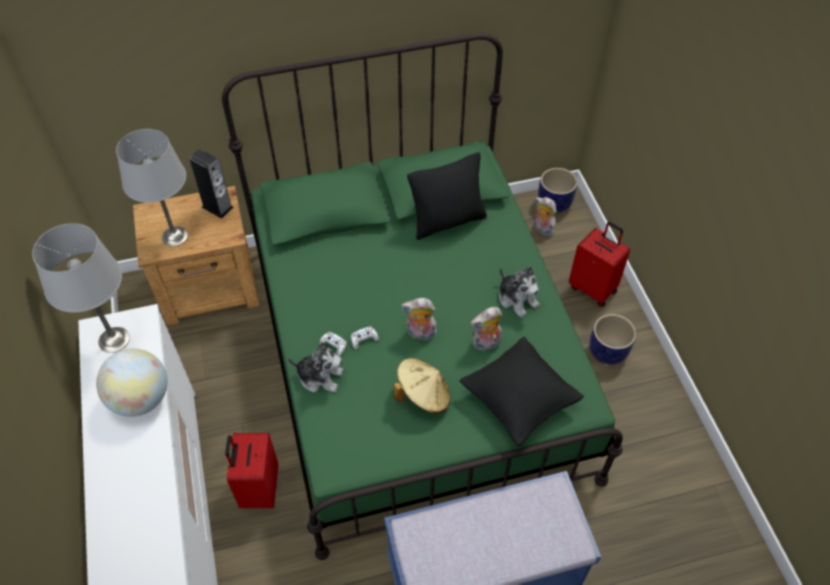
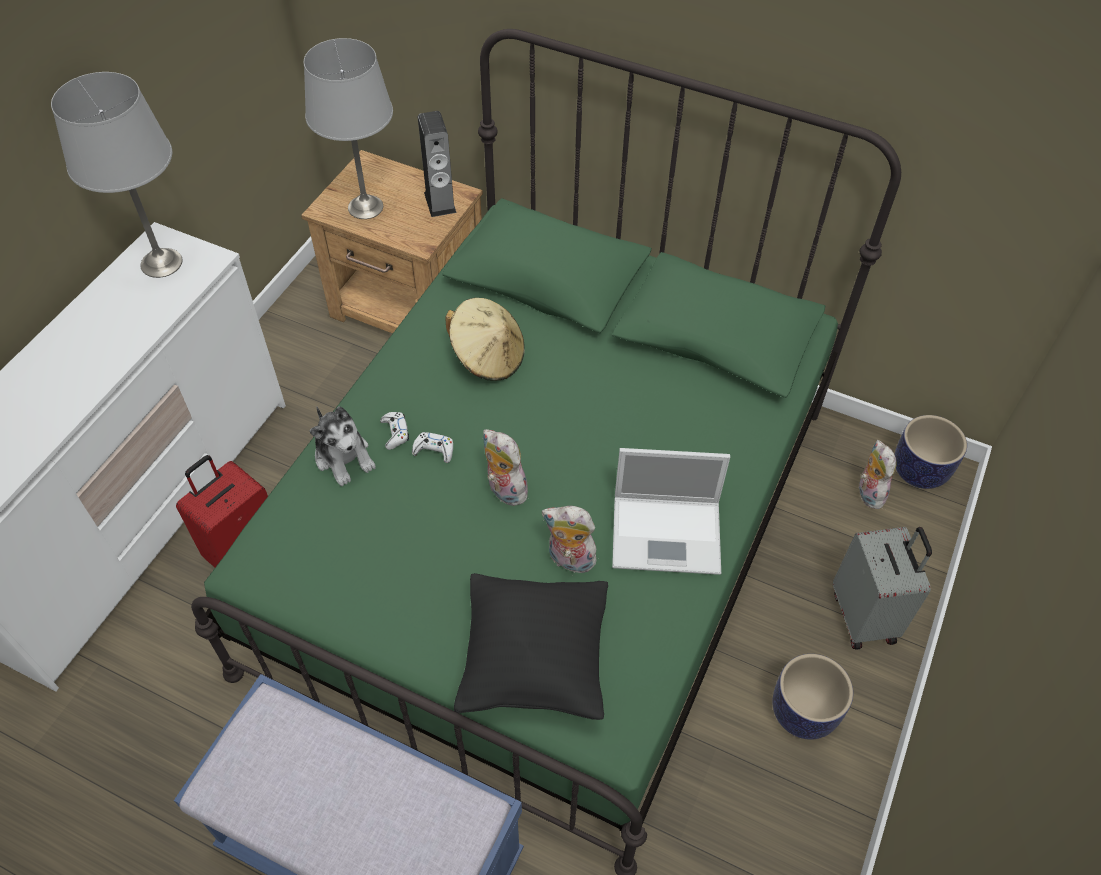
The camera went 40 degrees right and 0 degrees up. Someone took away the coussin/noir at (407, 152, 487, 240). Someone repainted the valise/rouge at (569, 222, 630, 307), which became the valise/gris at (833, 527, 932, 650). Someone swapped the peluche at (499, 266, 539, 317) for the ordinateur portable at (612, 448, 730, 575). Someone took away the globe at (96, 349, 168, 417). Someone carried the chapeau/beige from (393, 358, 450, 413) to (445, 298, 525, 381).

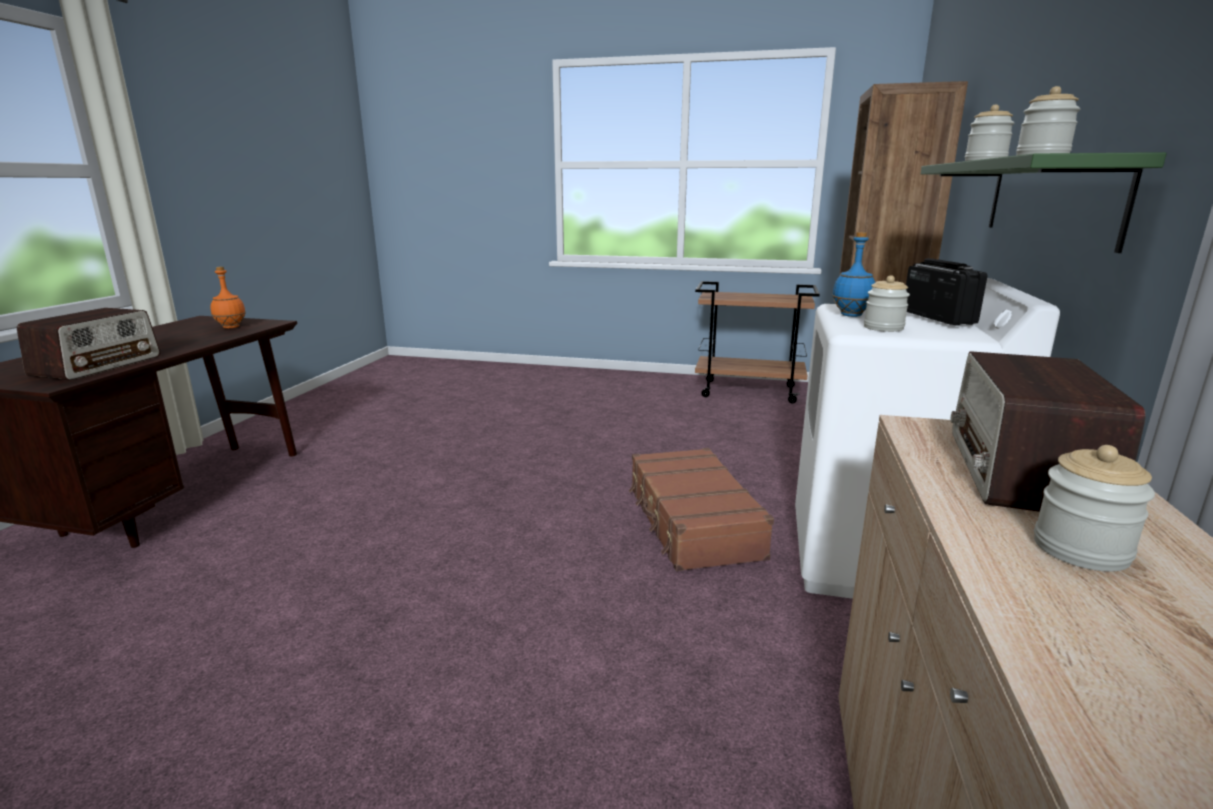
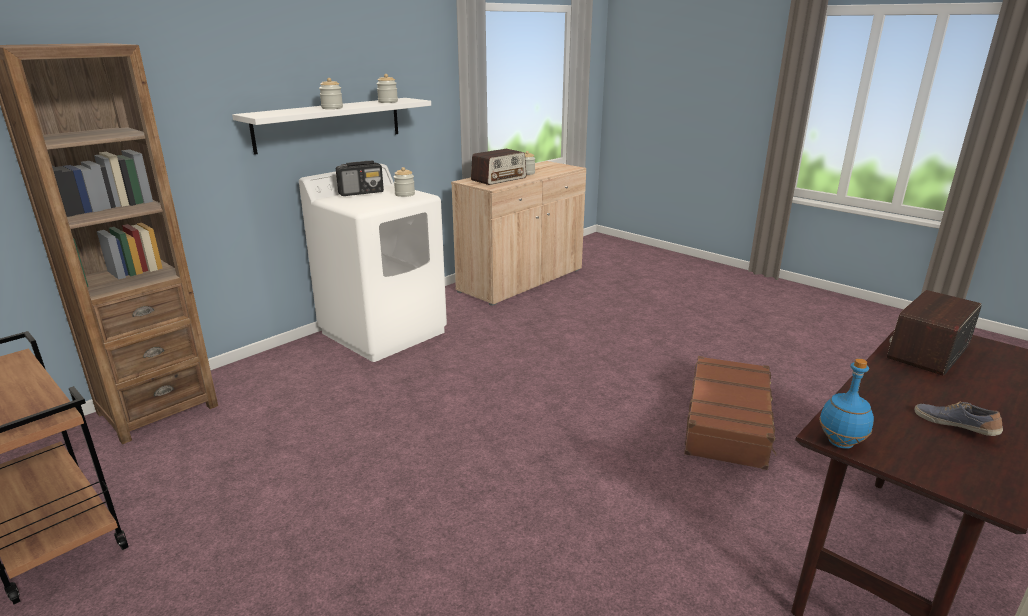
The camera went 150 degrees left and 5 degrees up. Someone repainted the étagère/vert at (921, 152, 1166, 253), which became the étagère/blanc at (232, 98, 431, 155). Someone carried the bouteille/bleu from (832, 232, 875, 317) to (819, 358, 874, 449). Someone rotated the radio at (906, 258, 988, 326) by 135 degrees counterclockwise. Someone took away the bouteille/orange at (210, 267, 246, 328). Someone carried the valise/marron from (628, 448, 774, 571) to (684, 356, 776, 470). Someone put down the chaussure at (914, 401, 1003, 436).

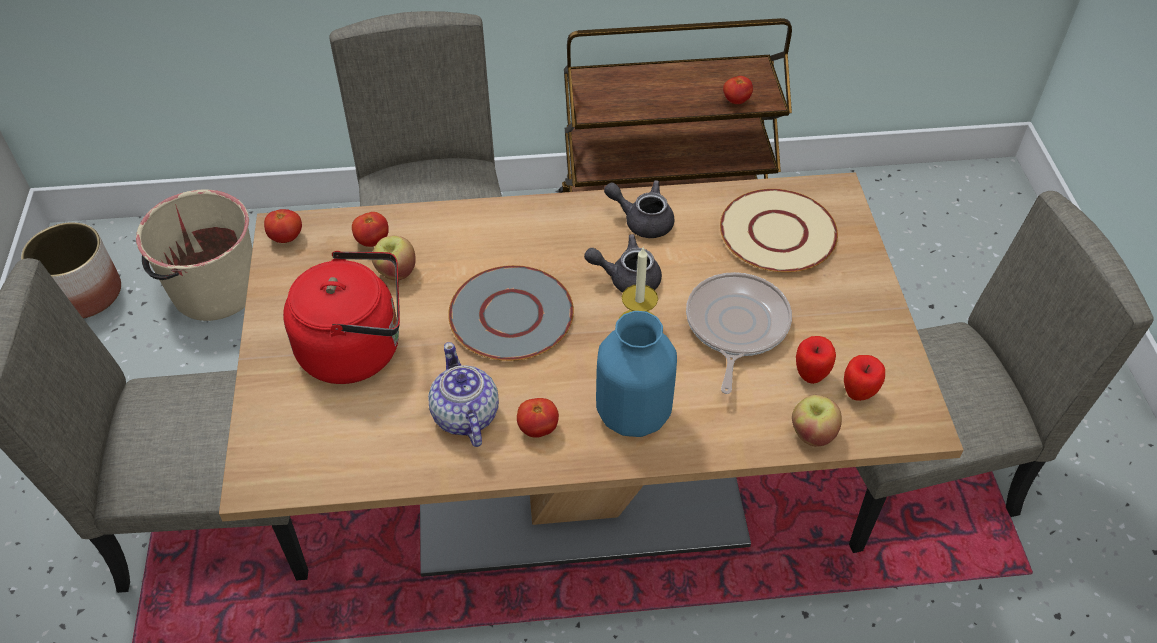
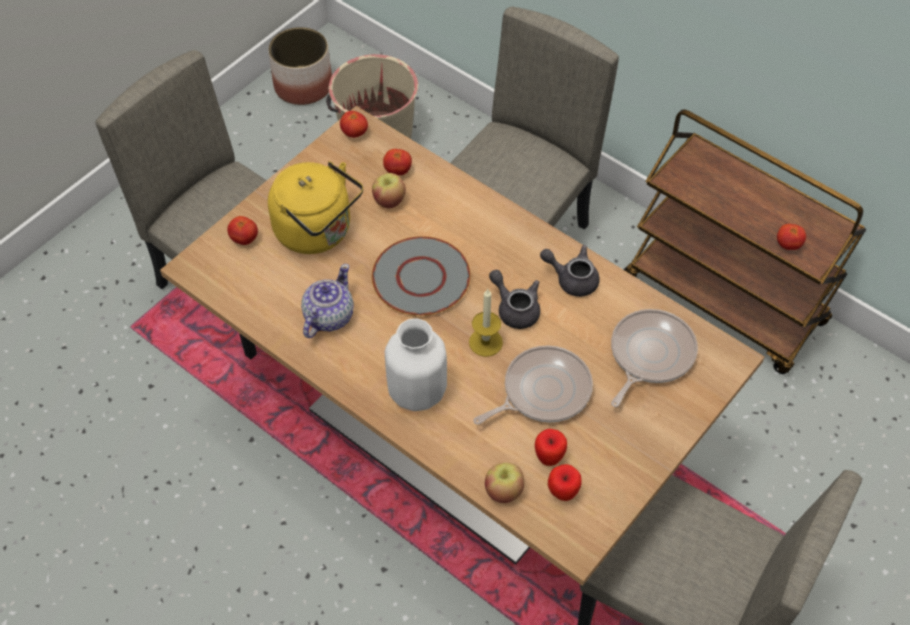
The camera went 45 degrees right and 5 degrees up. Someone rotated the théière/gris at (604, 180, 674, 238) by 45 degrees counterclockwise. Someone swapped the assiette/beige at (720, 189, 838, 272) for the poêle at (611, 309, 698, 407). Someone repainted the bouilloire/rouge at (283, 251, 400, 384), which became the bouilloire/jaune at (268, 161, 363, 254). Someone repainted the vase/bleu at (596, 311, 677, 437), which became the vase/blanc at (385, 318, 447, 411). Someone carried the tomate from (517, 398, 559, 438) to (227, 216, 258, 245).

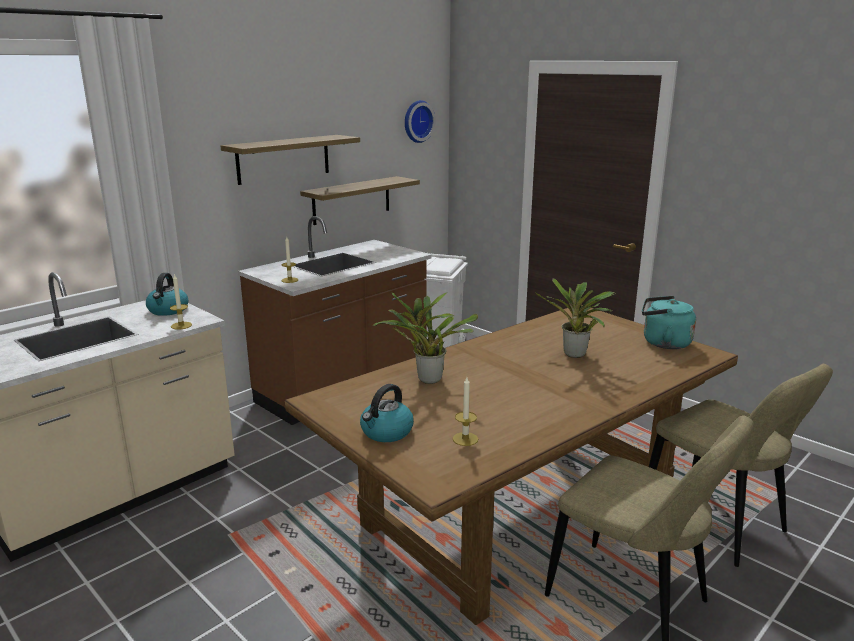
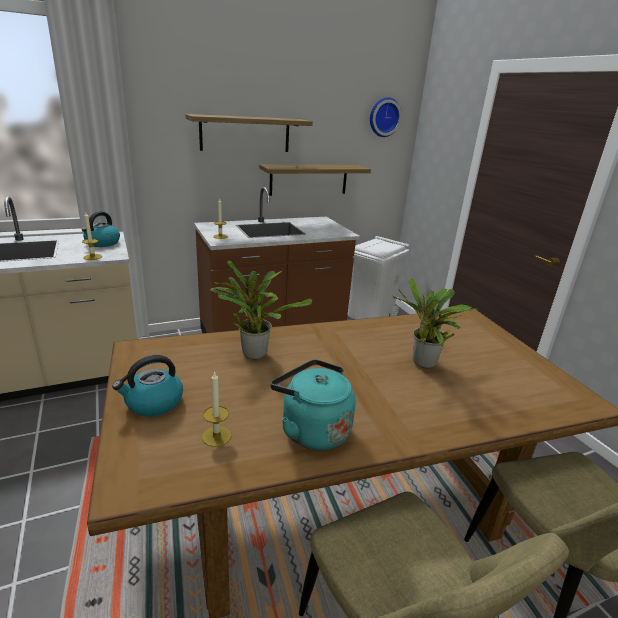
The camera went 20 degrees right and 5 degrees up. Someone carried the bouilloire/turquoise from (642, 296, 696, 349) to (270, 360, 356, 450).

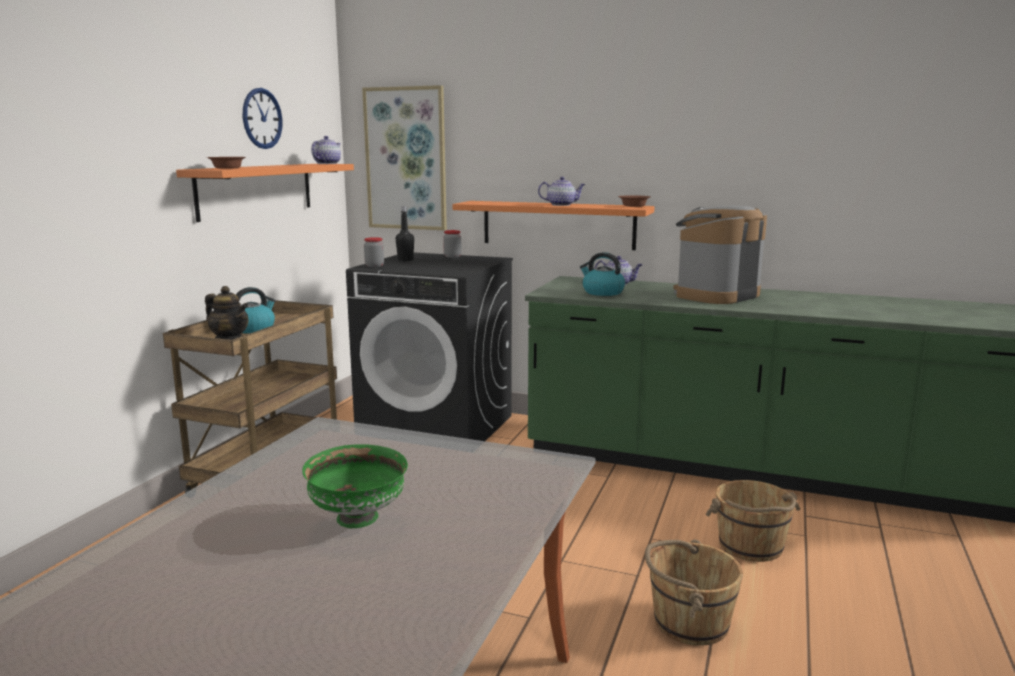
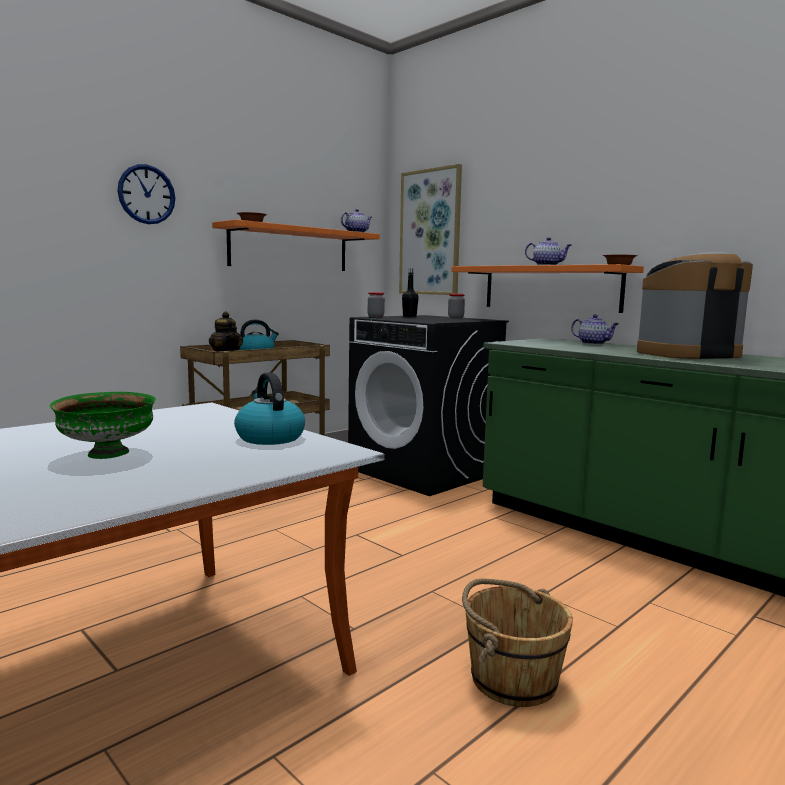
The camera went 25 degrees right and 5 degrees down. Someone carried the horloge murale from (243, 88, 283, 149) to (118, 164, 175, 224). Someone carried the bouilloire from (580, 252, 625, 296) to (234, 372, 305, 445). Someone took away the seau/marron at (705, 480, 800, 562).

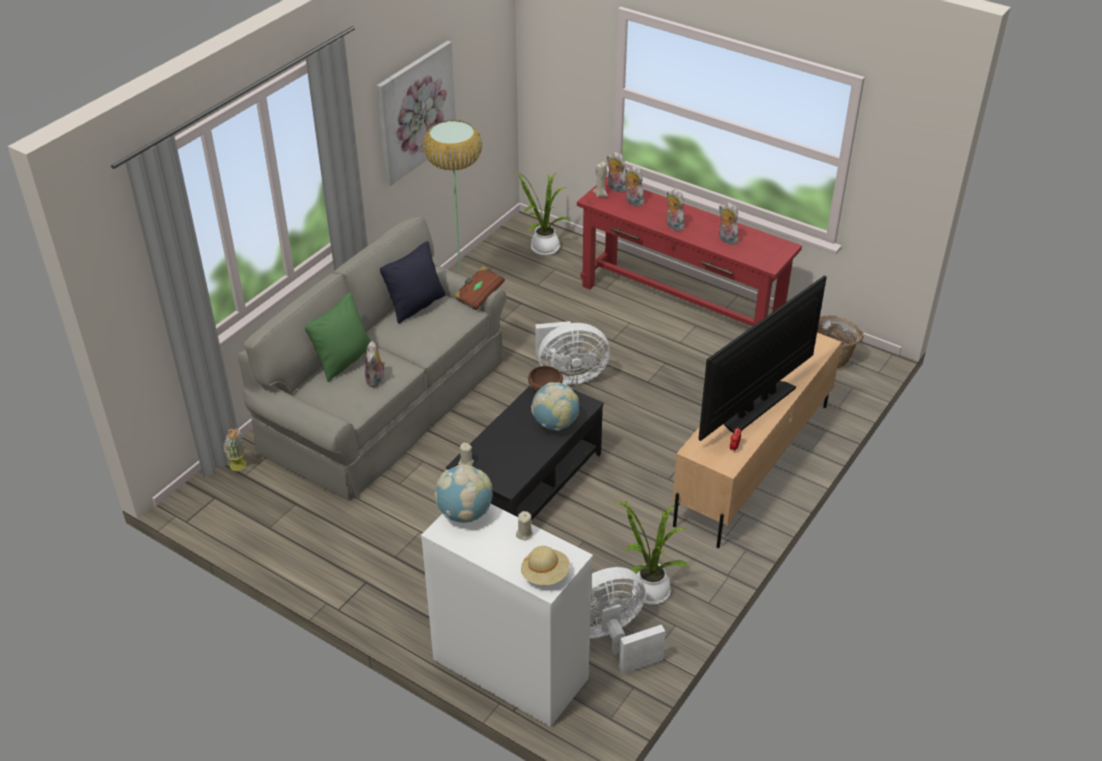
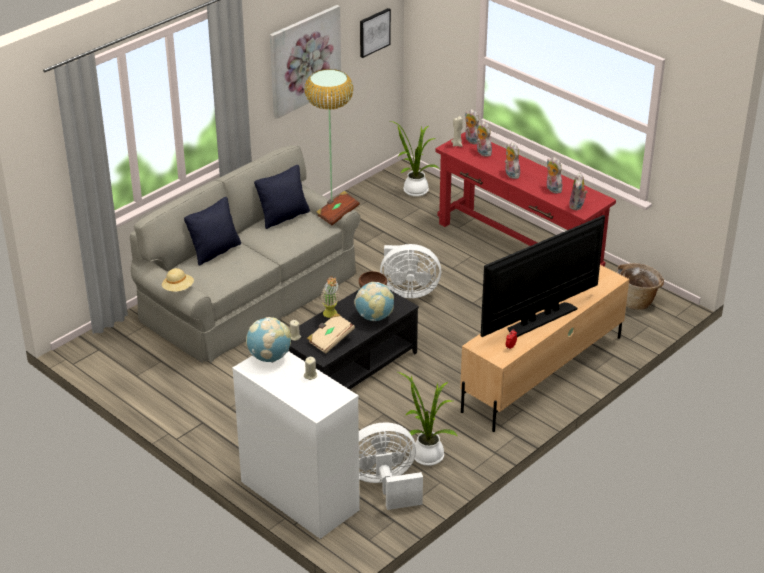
The camera went 10 degrees right and 5 degrees down. Someone repainted the coussin/vert at (305, 293, 371, 382), which became the coussin/noir at (184, 197, 241, 266). Someone carried the peluche from (365, 341, 385, 387) to (569, 172, 588, 210). Someone carried the plante en pot from (223, 427, 247, 471) to (321, 276, 339, 318). Someone carried the chapeau/beige from (521, 546, 570, 585) to (162, 268, 194, 292). Someone put up the tableau at (360, 8, 391, 58). Someone put down the livre/beige at (307, 313, 355, 354).

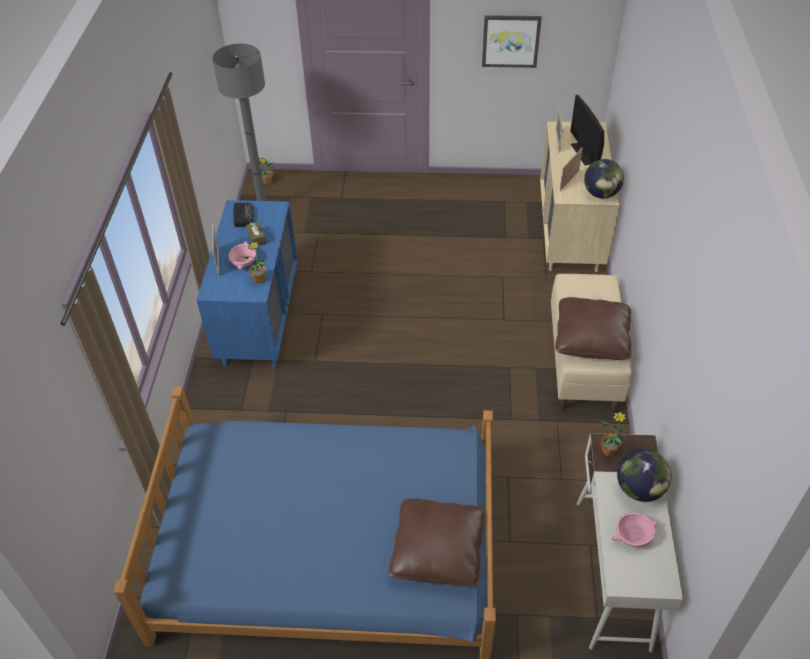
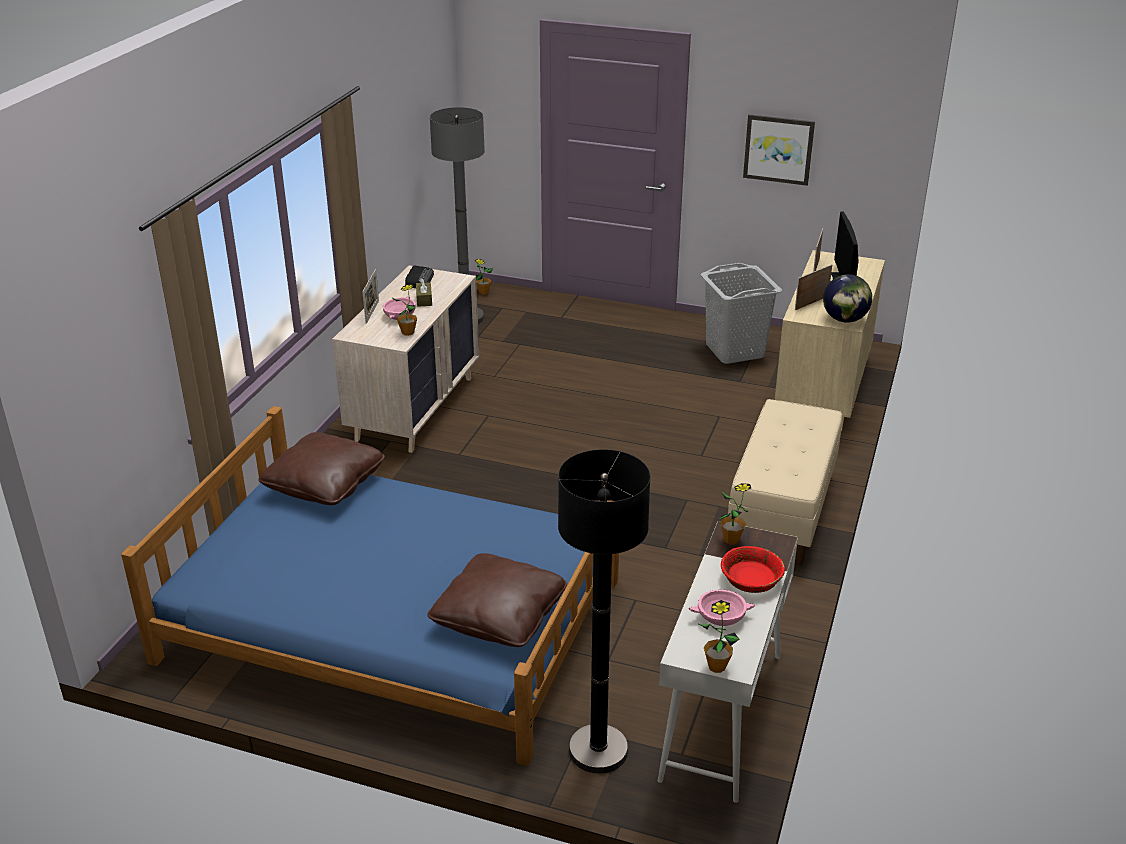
The camera went 15 degrees right and 15 degrees down. Someone repainted the commode/bleu at (196, 200, 298, 368), which became the commode/beige at (332, 265, 479, 453). Someone carried the coussin/marron from (555, 297, 632, 360) to (258, 432, 385, 505). Someone swapped the globe at (617, 449, 672, 502) for the bol/rouge at (721, 546, 785, 593). Someone put down the panier à linge/gris at (701, 263, 782, 364). Someone put down the lampadaire/noir at (558, 449, 650, 773). Someone put down the plante en pot at (697, 600, 739, 673).

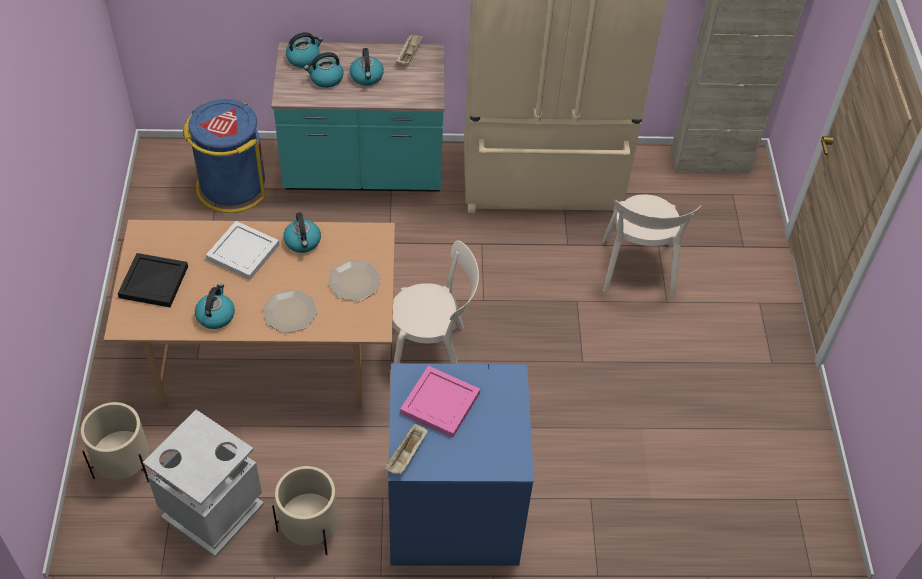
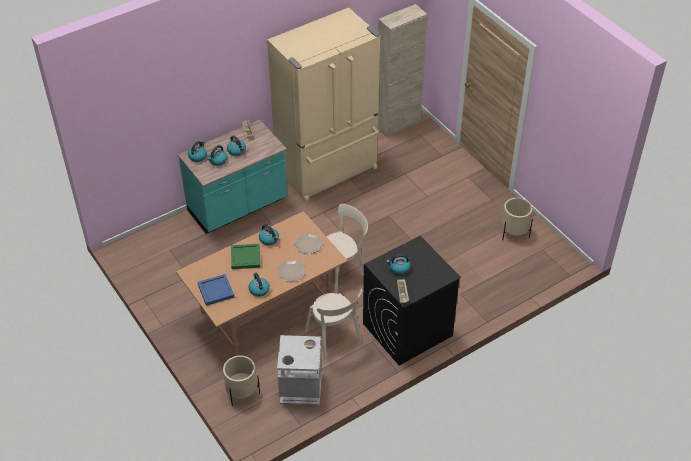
The camera went 30 degrees left and 5 degrees down. Someone took away the poubelle/bleu at (183, 99, 265, 213). Someone carried the chaise/beige from (602, 194, 701, 296) to (305, 289, 363, 360). Someone repainted the plateau/blanc at (206, 221, 279, 280), which became the plateau/vert at (231, 244, 260, 269). Someone repainted the plateau/noir at (118, 253, 188, 307), which became the plateau/bleu at (197, 274, 234, 306). Someone repainted the lave-linge/bleu at (388, 363, 534, 566), which became the lave-linge/noir at (363, 236, 461, 366). Someone swapped the plateau/rose at (400, 366, 480, 438) for the bouilloire at (386, 254, 411, 275). Someone carried the cache-pot/beige from (272, 466, 338, 555) to (502, 197, 533, 240).

